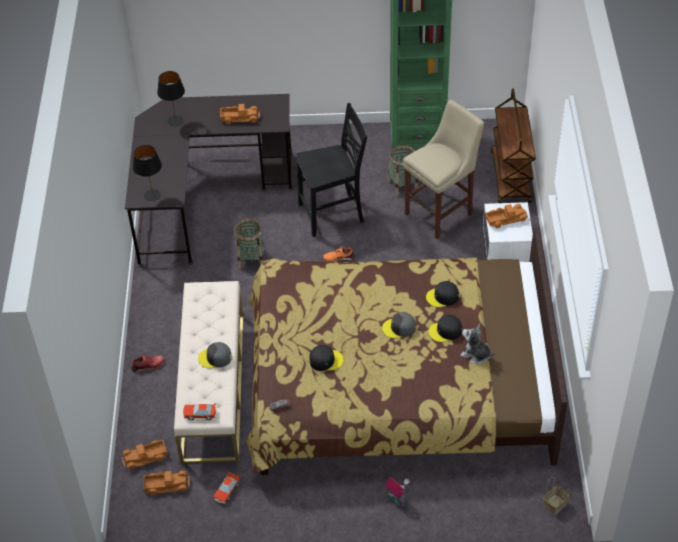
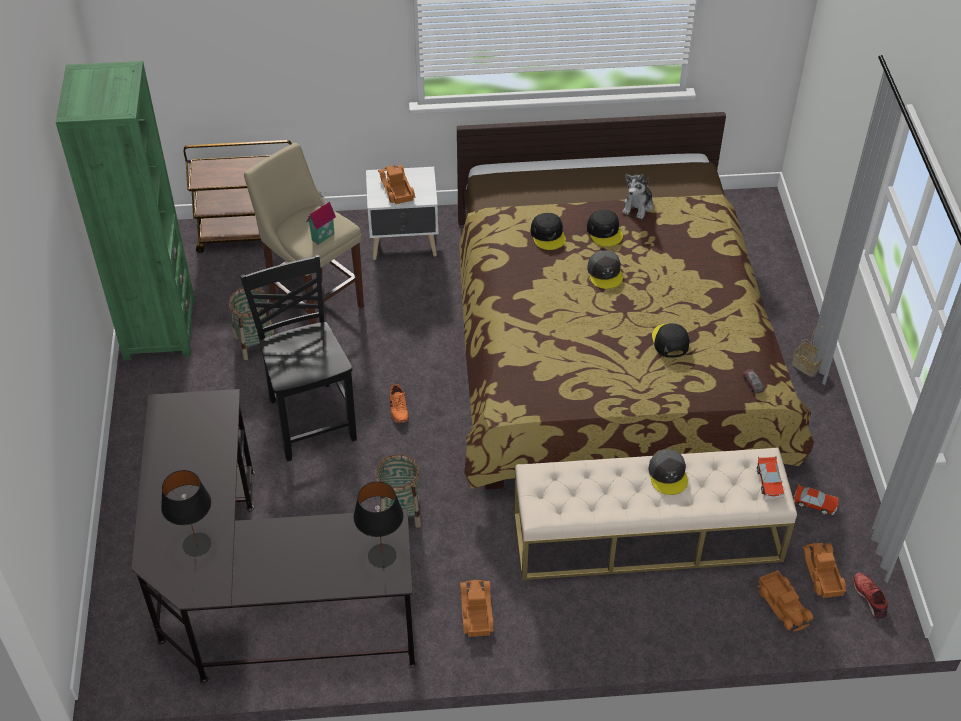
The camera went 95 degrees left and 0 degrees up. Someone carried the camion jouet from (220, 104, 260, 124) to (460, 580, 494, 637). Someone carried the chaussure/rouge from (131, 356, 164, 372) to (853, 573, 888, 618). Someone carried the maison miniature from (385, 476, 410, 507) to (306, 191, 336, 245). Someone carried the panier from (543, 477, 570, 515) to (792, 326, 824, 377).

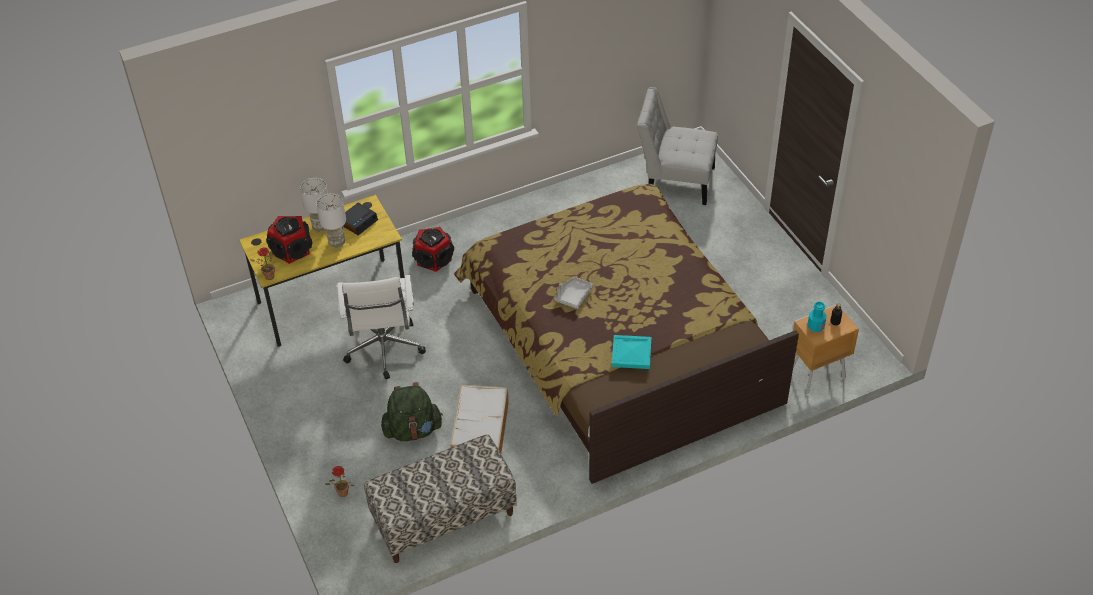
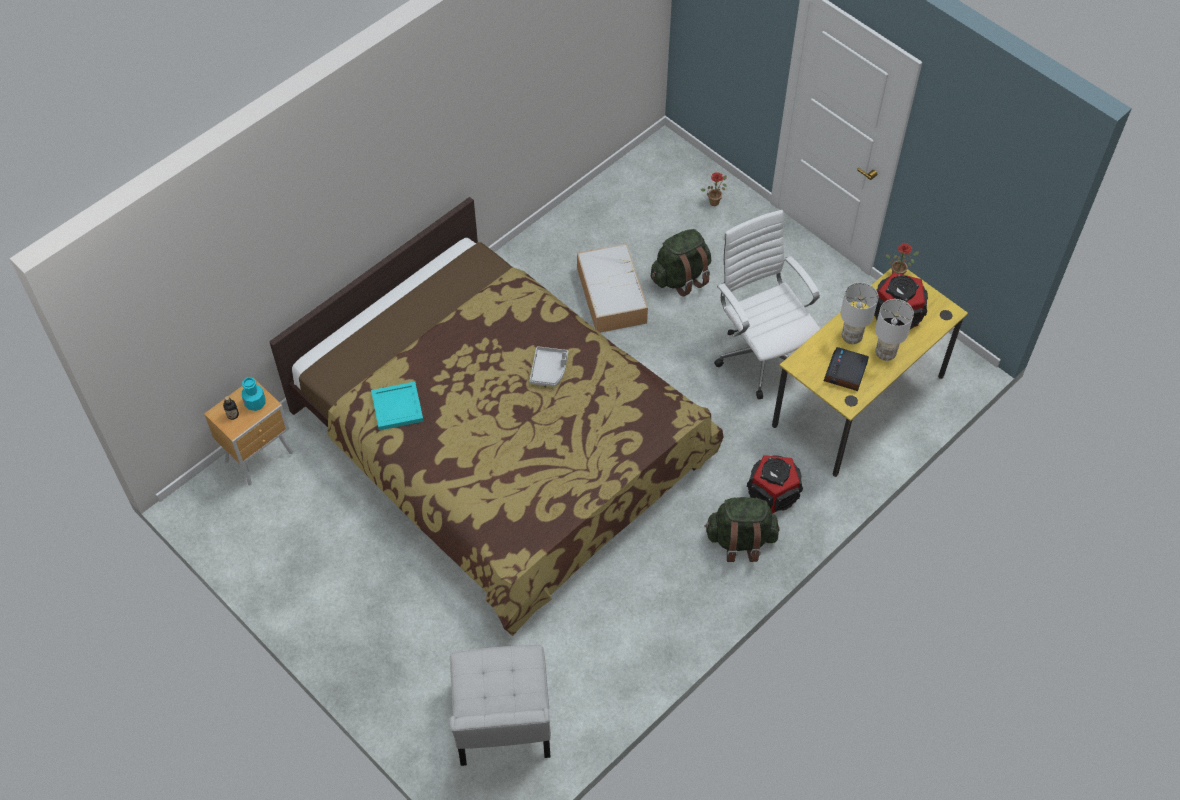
The camera went 160 degrees right and 10 degrees up. Someone rotated the chaise/blanc at (637, 87, 718, 205) by 90 degrees clockwise. Someone carried the plateau/turquoise from (612, 335, 651, 369) to (371, 382, 424, 430). Someone took away the banc at (364, 434, 517, 563). Someone put down the sac à dos/vert at (704, 497, 780, 562).

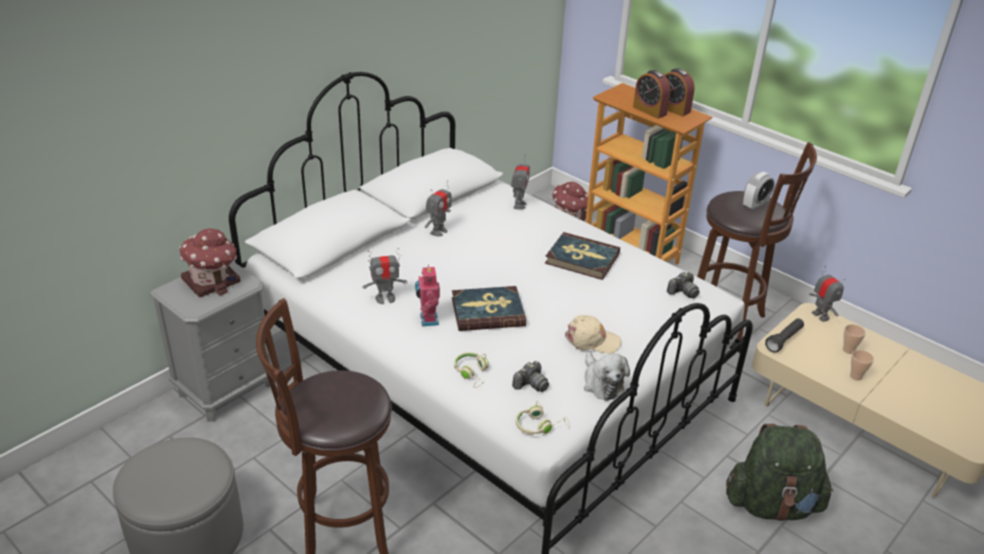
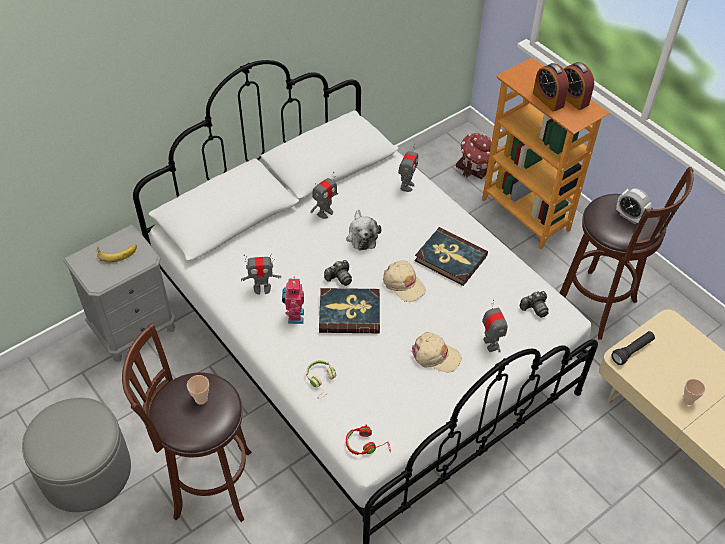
The camera went 10 degrees right and 15 degrees up. Someone rotated the réveil at (743, 172, 775, 211) by 75 degrees clockwise. Someone swapped the maison miniature at (179, 228, 241, 297) for the banane at (97, 245, 137, 263). Someone carried the robot jouet from (809, 266, 845, 322) to (482, 300, 507, 353). Someone carried the tasse from (843, 324, 866, 354) to (187, 375, 209, 405). Someone carried the peluche from (584, 352, 630, 401) to (346, 209, 381, 250). Someone carried the appareil photo from (512, 361, 549, 392) to (324, 260, 352, 286). Someone repainted the casque audio/beige at (516, 401, 570, 435), which became the casque audio/rouge at (346, 424, 391, 455). Someone took away the sac à dos/vert at (726, 424, 833, 521). Someone put down the casquette/beige at (383, 260, 426, 302).

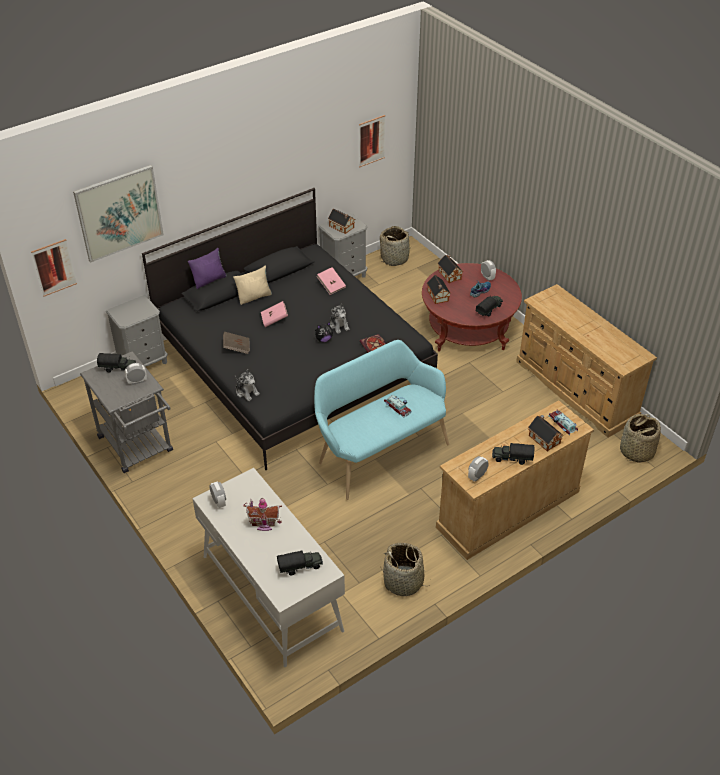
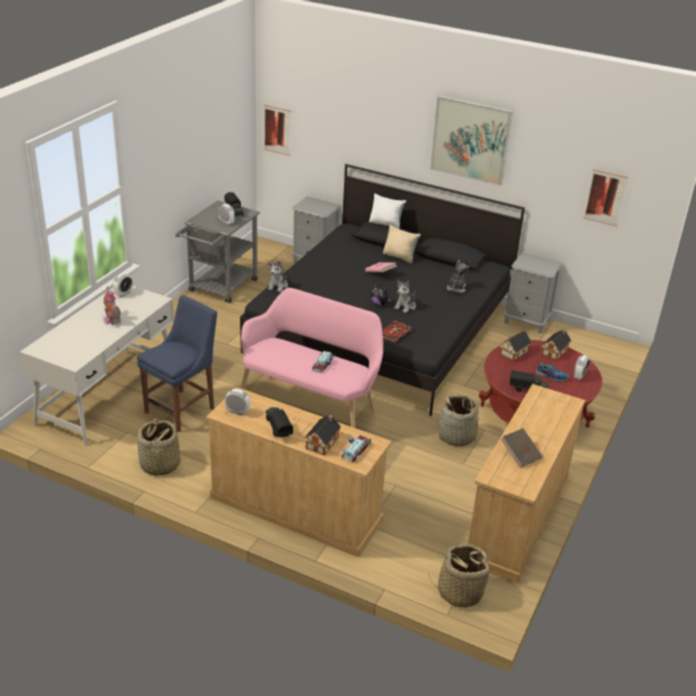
The camera went 60 degrees right and 10 degrees down. Someone carried the tableau from (73, 165, 164, 263) to (430, 96, 513, 186). Someone took away the maison miniature at (328, 209, 355, 234). Someone carried the panier from (380, 226, 414, 266) to (436, 395, 483, 446). Someone repainted the coussin/violet at (188, 248, 227, 289), which became the coussin/blanc at (369, 193, 406, 229). Someone swapped the livre/rose at (316, 267, 346, 295) for the peluche at (447, 260, 470, 293). Someone carried the livre/marron from (223, 332, 250, 354) to (501, 428, 543, 468). Someone repainted the banc/turquoise at (314, 340, 449, 500), which became the banc/rose at (241, 288, 383, 428). Someone took away the camion jouet at (277, 551, 323, 575). Someone put down the chaise/bleu at (137, 295, 217, 432).

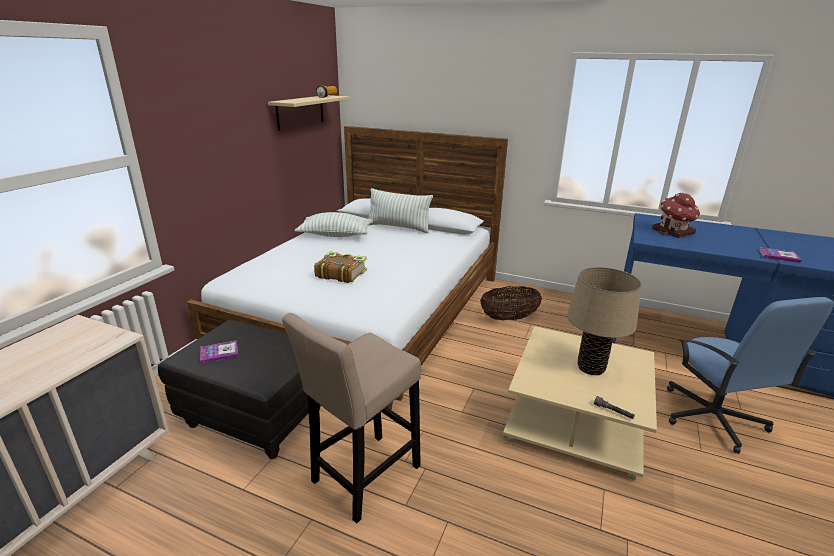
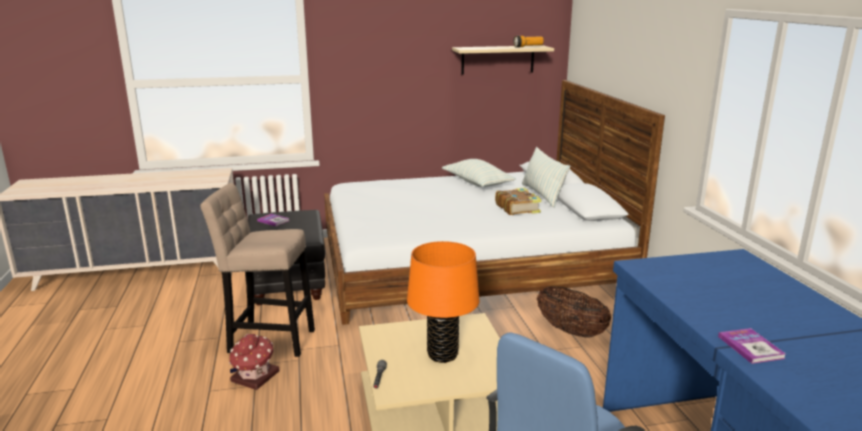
The camera went 55 degrees right and 5 degrees down. Someone carried the maison miniature from (652, 193, 700, 238) to (229, 334, 279, 390). Someone carried the livre from (314, 251, 367, 283) to (495, 188, 541, 215). Someone repainted the lampe de table/beige at (567, 267, 642, 375), which became the lampe de table/orange at (407, 241, 480, 363).

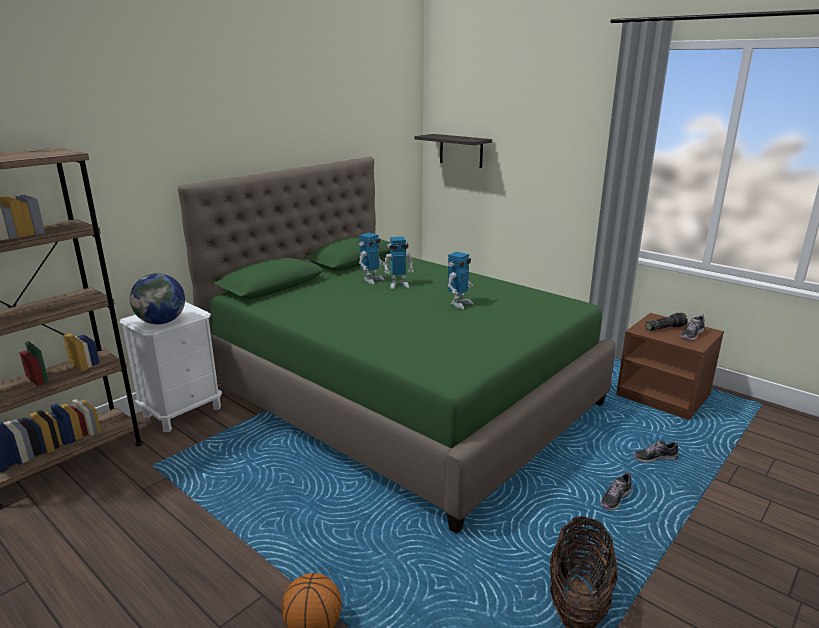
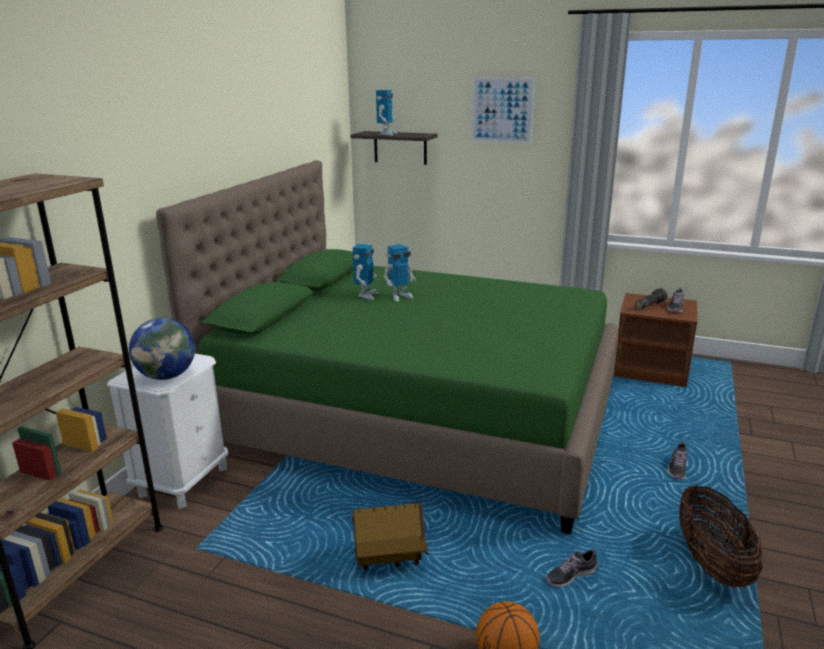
The camera went 20 degrees left and 0 degrees up. Someone carried the robot jouet from (448, 252, 473, 309) to (376, 90, 398, 135). Someone carried the chaussure from (633, 440, 678, 462) to (546, 548, 598, 588). Someone put up the tableau at (471, 78, 535, 144). Someone put down the maison miniature at (352, 502, 429, 570).

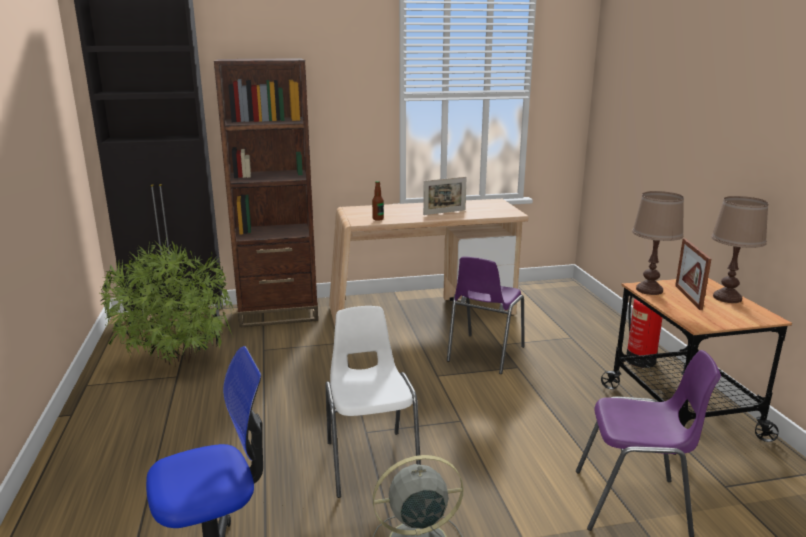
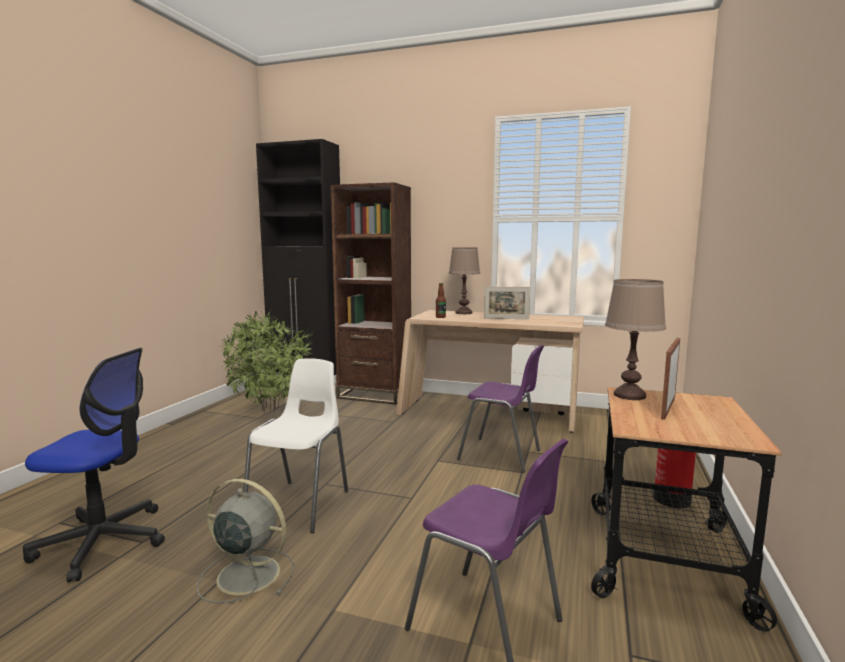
The camera went 30 degrees right and 10 degrees down. Someone carried the lampe de table/marron from (711, 196, 769, 303) to (449, 247, 480, 314). Someone rotated the chaise/violet at (447, 256, 525, 374) by 120 degrees counterclockwise.

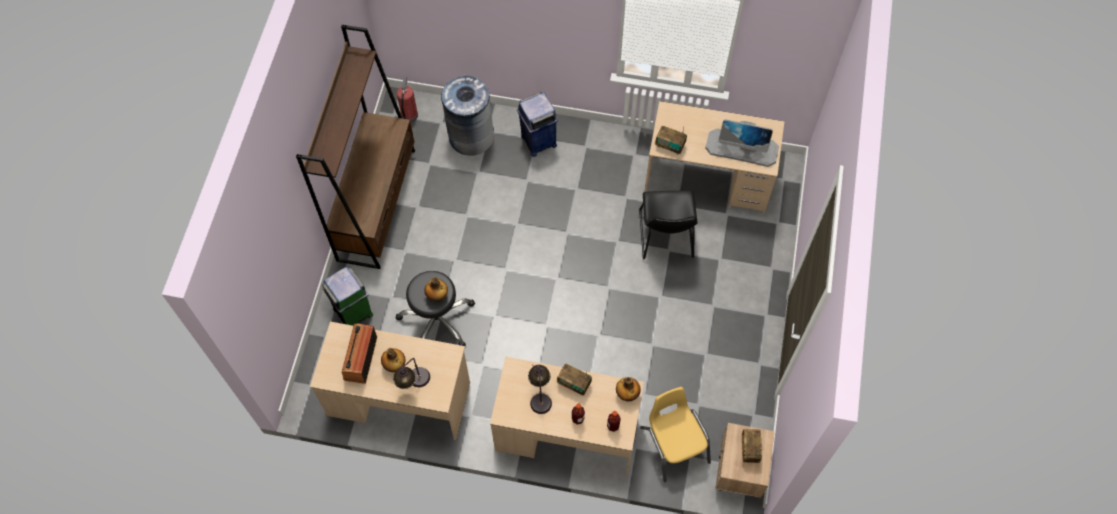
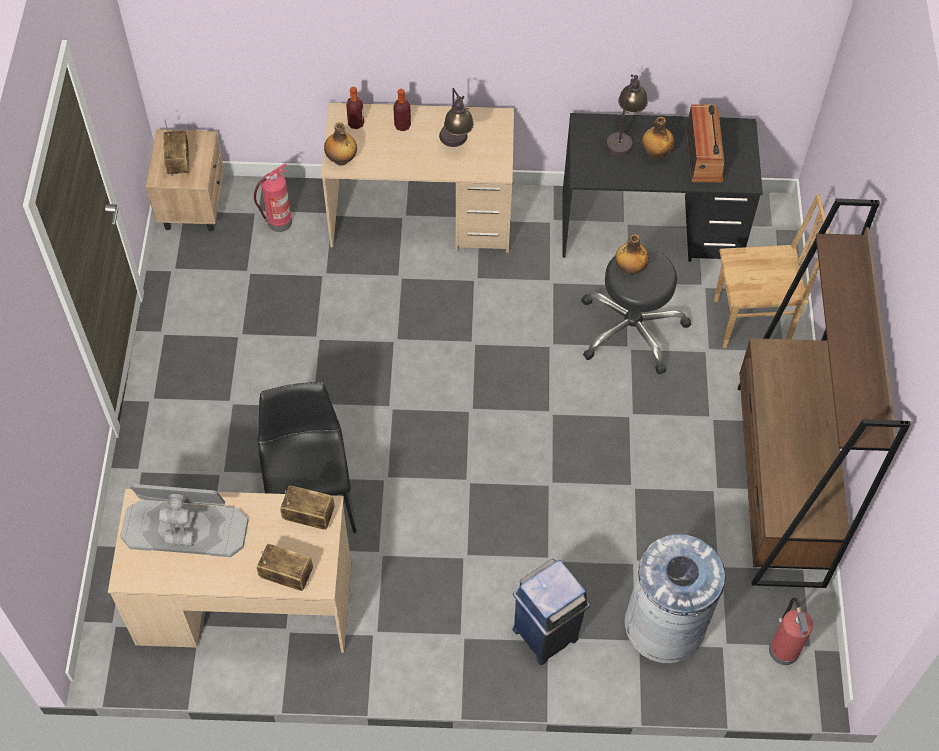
The camera went 170 degrees right and 5 degrees down. Someone swapped the poubelle/vert at (322, 267, 373, 326) for the chaise/marron at (714, 194, 829, 348). Someone repainted the bureau/beige at (310, 322, 470, 440), which became the bureau/noir at (563, 113, 763, 262). Someone carried the radio from (557, 363, 592, 396) to (257, 544, 313, 591). Someone swapped the chaise/jaune at (640, 387, 711, 482) for the extincteur at (254, 164, 292, 232).

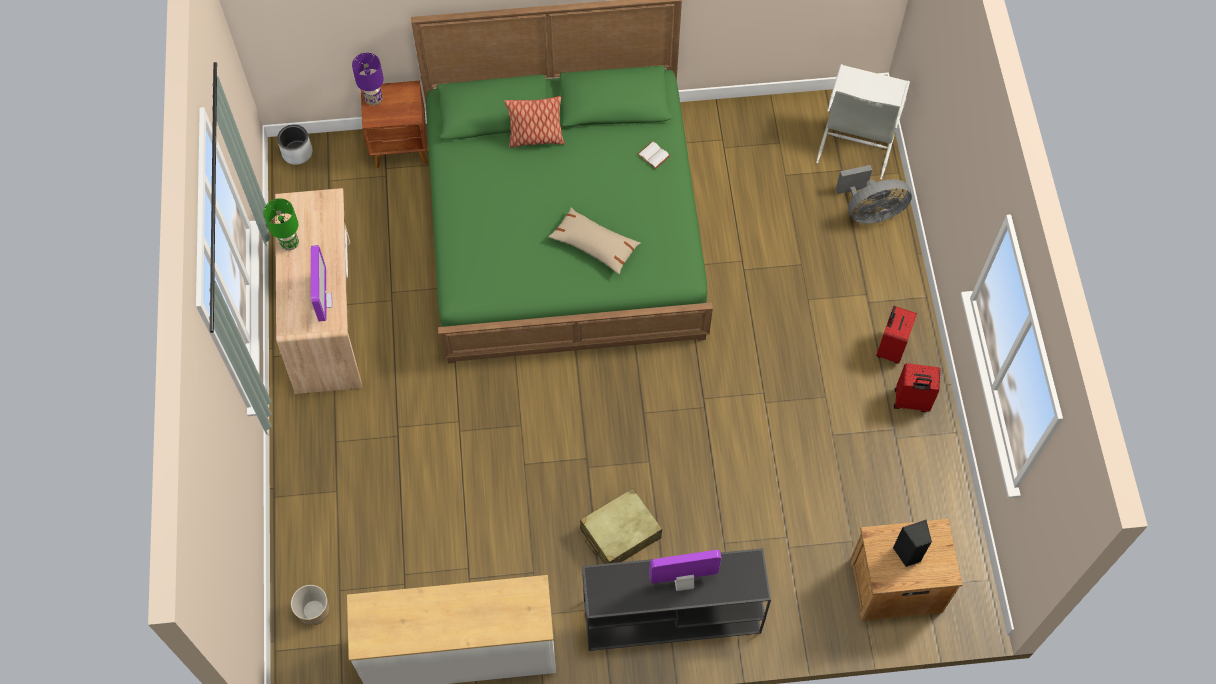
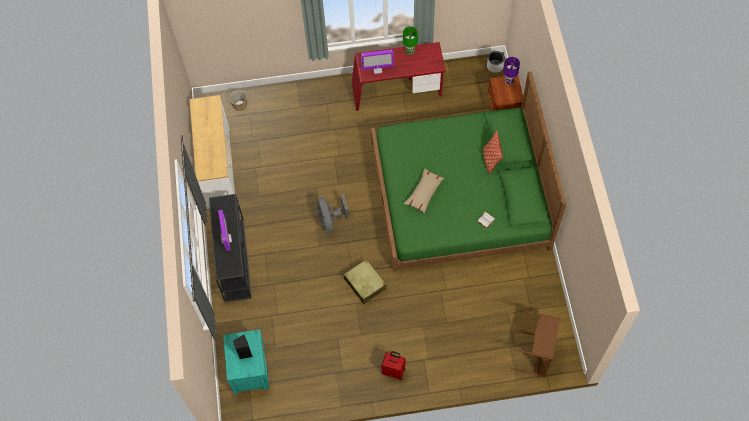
The camera went 90 degrees right and 0 degrees up. Someone repainted the panier à linge/gris at (816, 64, 910, 180), which became the panier à linge/marron at (510, 311, 560, 377). Someone carried the ventilateur/gris from (836, 165, 912, 224) to (317, 194, 349, 233). Someone repainted the bureau/beige at (275, 188, 362, 394), which became the bureau/rouge at (352, 42, 446, 111). Someone took away the valise/rouge at (894, 363, 940, 412). Someone carried the valise/beige from (580, 488, 662, 564) to (344, 259, 386, 304). Someone repainted the table de chevet/marron at (850, 519, 962, 621), which became the table de chevet/turquoise at (223, 330, 269, 394).

